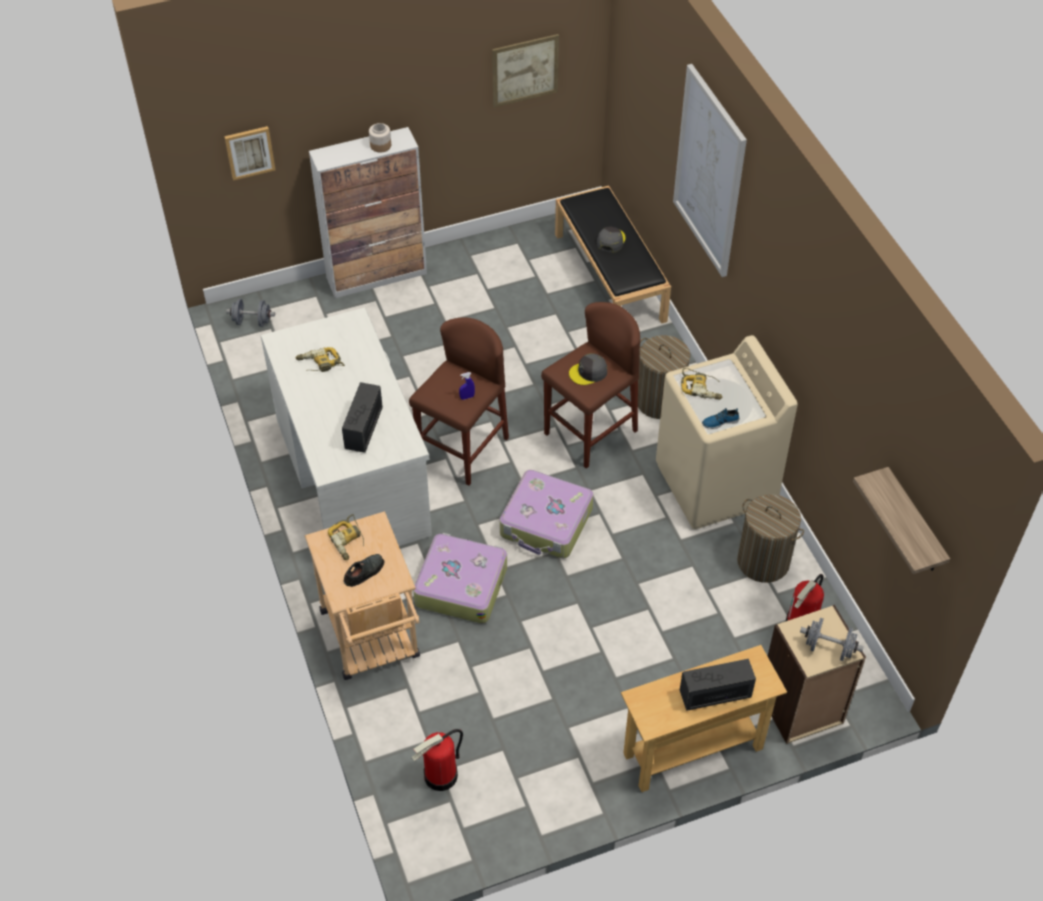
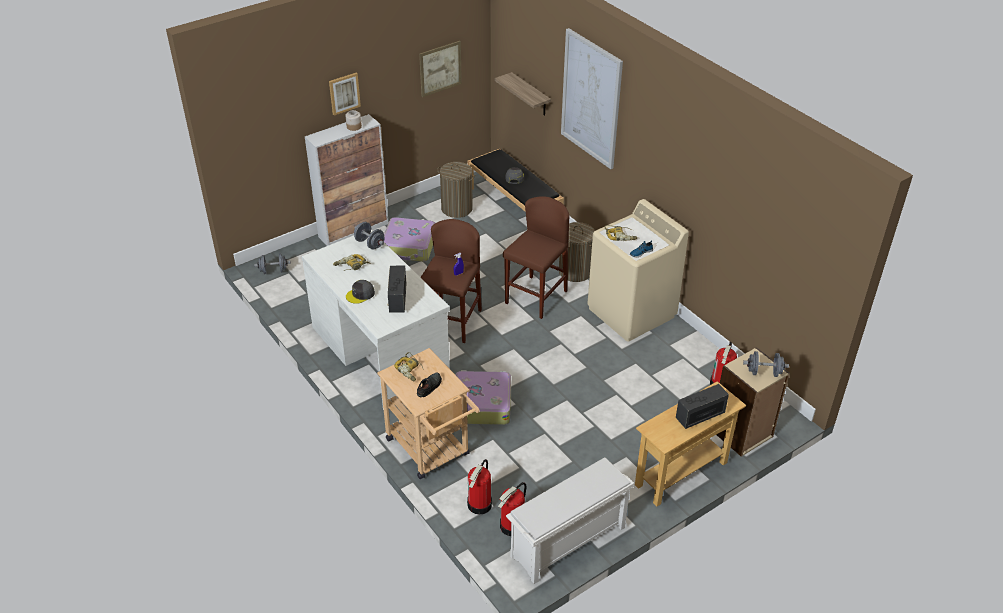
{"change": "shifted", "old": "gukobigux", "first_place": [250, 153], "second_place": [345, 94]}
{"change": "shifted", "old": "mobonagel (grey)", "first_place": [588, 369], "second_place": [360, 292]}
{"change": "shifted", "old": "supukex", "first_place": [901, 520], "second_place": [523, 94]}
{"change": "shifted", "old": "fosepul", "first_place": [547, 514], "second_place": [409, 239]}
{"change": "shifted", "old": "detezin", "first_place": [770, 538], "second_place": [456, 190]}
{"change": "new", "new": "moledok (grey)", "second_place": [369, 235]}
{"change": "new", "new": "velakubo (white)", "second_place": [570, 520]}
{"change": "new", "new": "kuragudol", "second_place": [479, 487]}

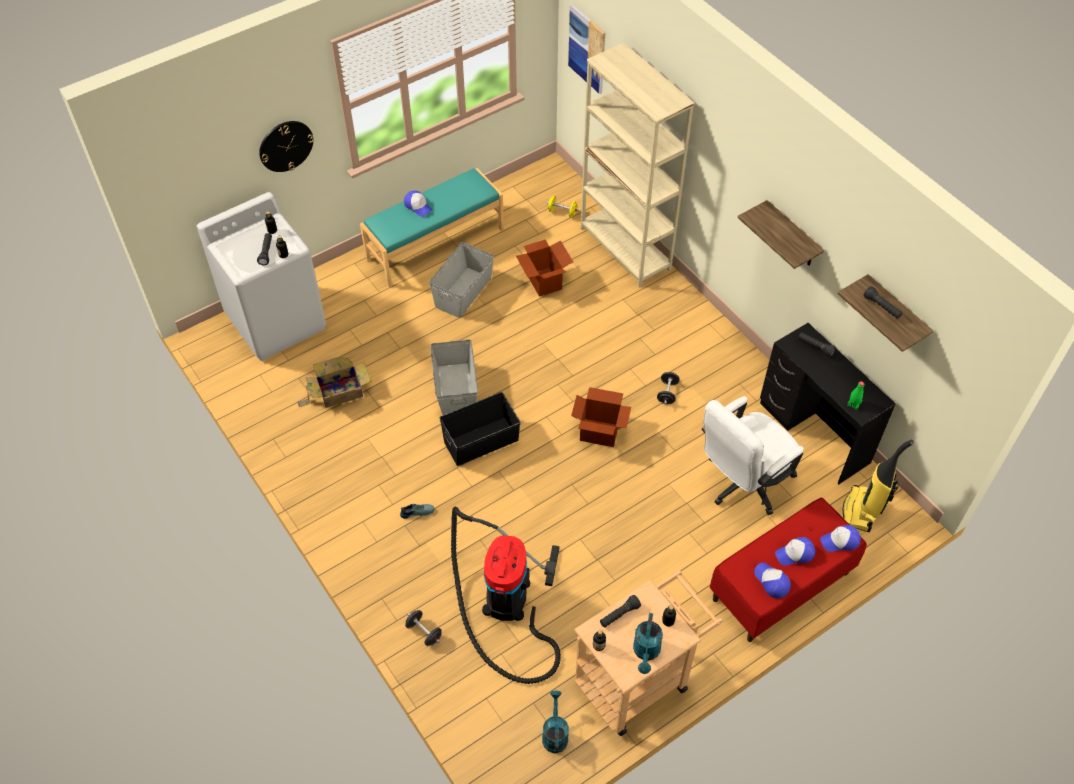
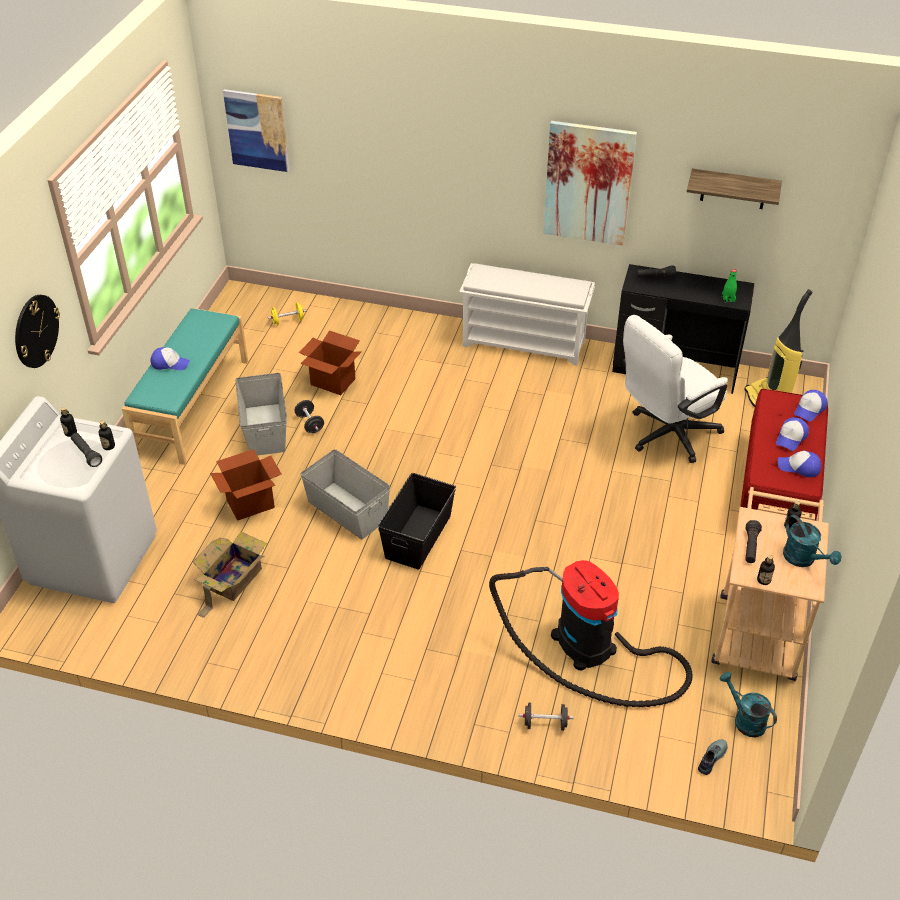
{"change": "gone", "old": "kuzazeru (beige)", "first_place": [637, 165]}
{"change": "swapped", "old": "supukex", "new": "gukobigux", "first_place": [781, 234], "second_place": [590, 183]}
{"change": "gone", "old": "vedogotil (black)", "first_place": [883, 302]}
{"change": "shifted", "old": "moledok (black)", "first_place": [668, 388], "second_place": [309, 416]}
{"change": "shifted", "old": "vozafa", "first_place": [601, 417], "second_place": [245, 485]}
{"change": "rotated", "old": "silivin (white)", "first_place": [753, 455], "second_place": [675, 389], "degrees": 45}
{"change": "shifted", "old": "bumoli", "first_place": [417, 511], "second_place": [712, 757]}
{"change": "new", "new": "velakubo (white)", "second_place": [527, 314]}

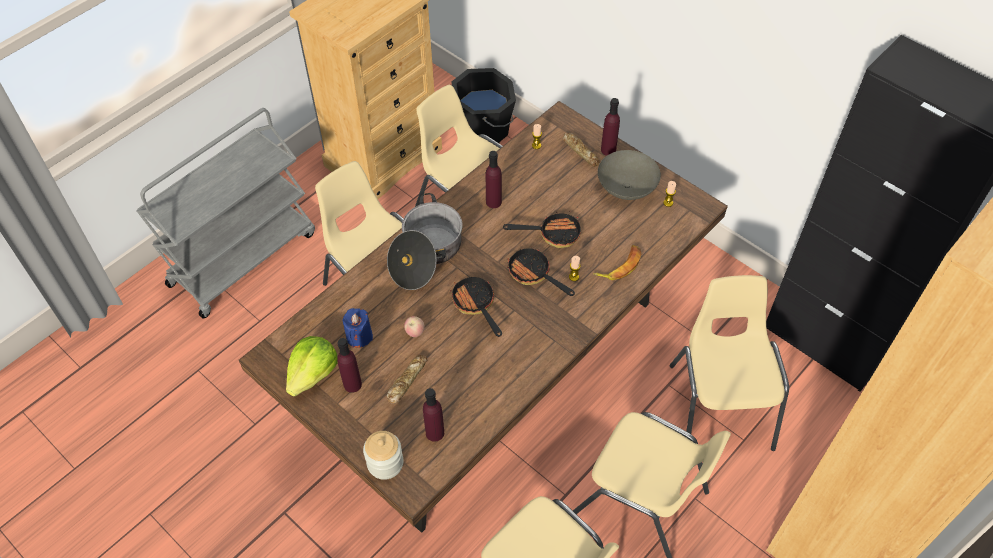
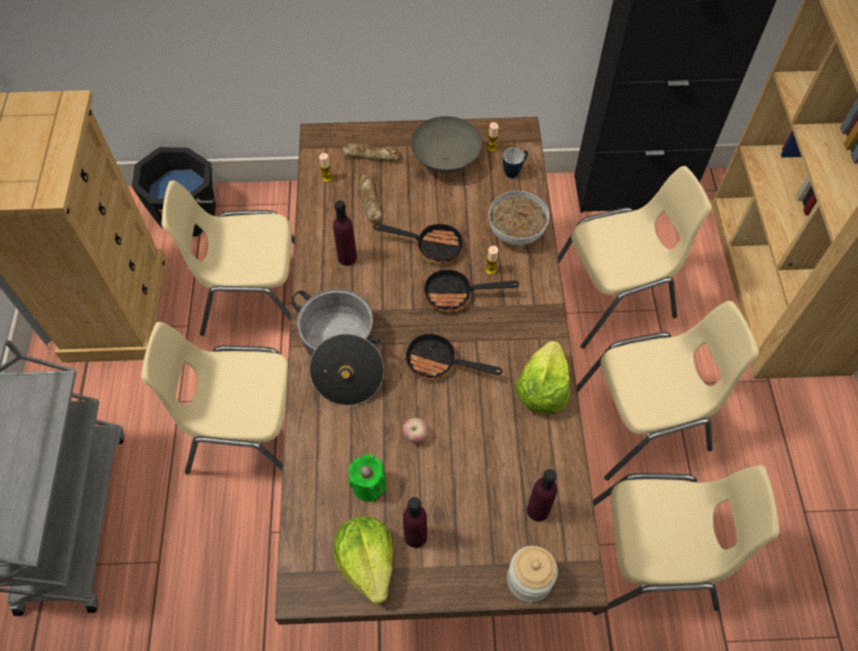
{"change": "gone", "old": "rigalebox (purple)", "first_place": [610, 127]}
{"change": "rotated", "old": "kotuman", "first_place": [542, 229], "second_place": [418, 243], "degrees": 60}
{"change": "swapped", "old": "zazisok", "new": "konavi", "first_place": [617, 262], "second_place": [519, 218]}
{"change": "rotated", "old": "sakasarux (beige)", "first_place": [729, 363], "second_place": [635, 257], "degrees": 120}
{"change": "repainted", "old": "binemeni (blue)", "new": "binemeni (green)", "first_place": [358, 328], "second_place": [367, 478]}
{"change": "shifted", "old": "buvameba", "first_place": [407, 379], "second_place": [370, 197]}
{"change": "new", "new": "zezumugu", "second_place": [515, 163]}
{"change": "new", "new": "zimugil", "second_place": [542, 377]}

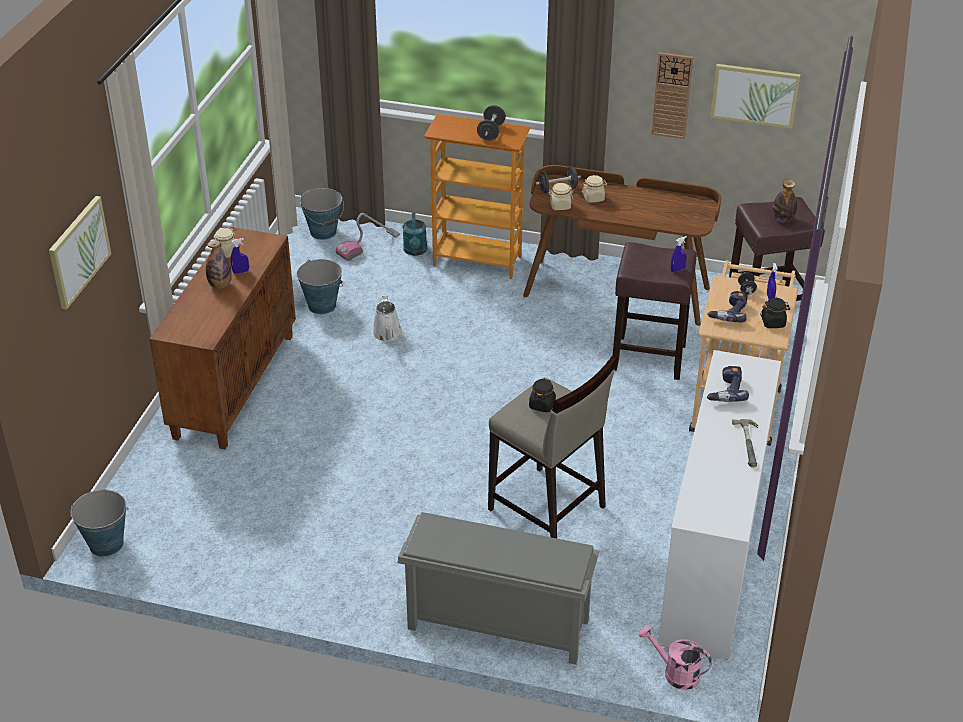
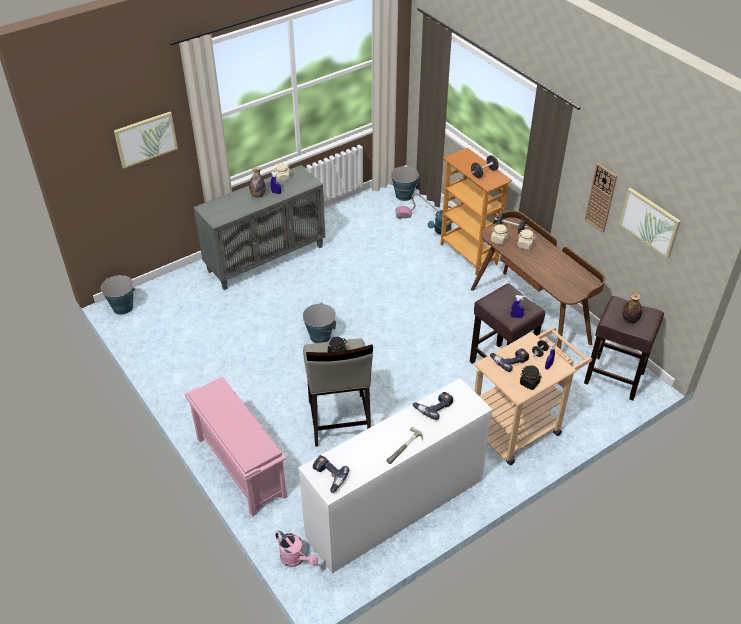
{"change": "repainted", "old": "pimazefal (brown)", "new": "pimazefal (grey)", "first_place": [222, 338], "second_place": [259, 227]}
{"change": "shifted", "old": "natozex", "first_place": [320, 286], "second_place": [319, 323]}
{"change": "gone", "old": "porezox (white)", "first_place": [387, 319]}
{"change": "repainted", "old": "velakubo (grey)", "new": "velakubo (pink)", "first_place": [498, 588], "second_place": [236, 447]}
{"change": "rotated", "old": "porezox (pink)", "first_place": [675, 657], "second_place": [296, 549], "degrees": 150}
{"change": "new", "new": "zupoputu", "second_place": [331, 474]}

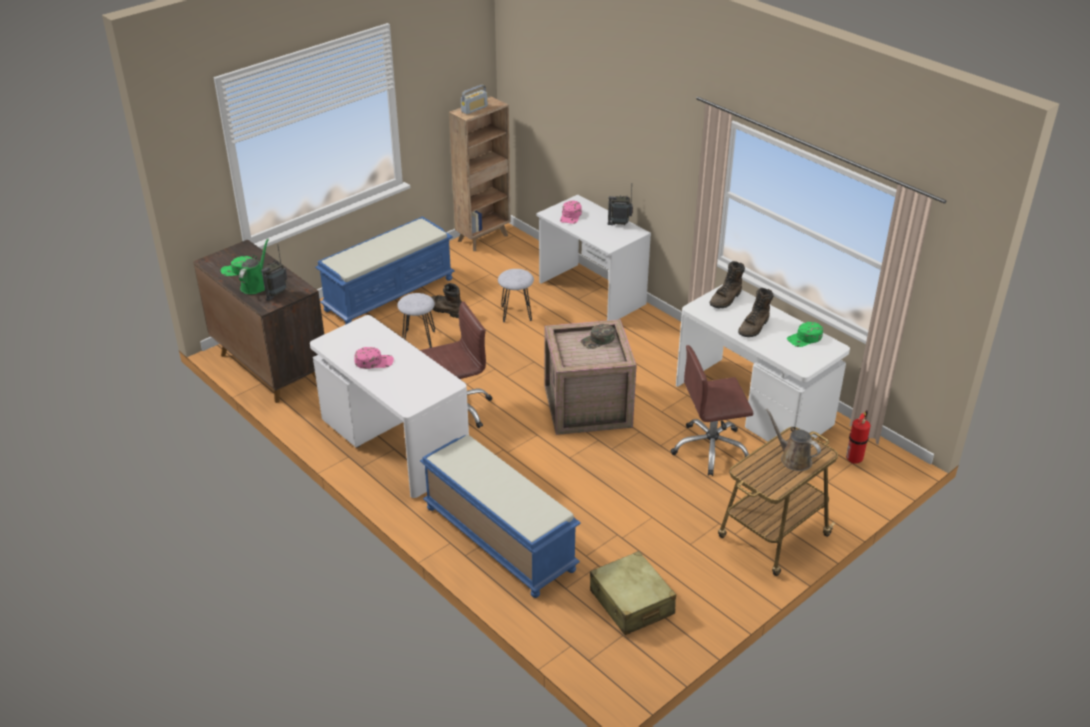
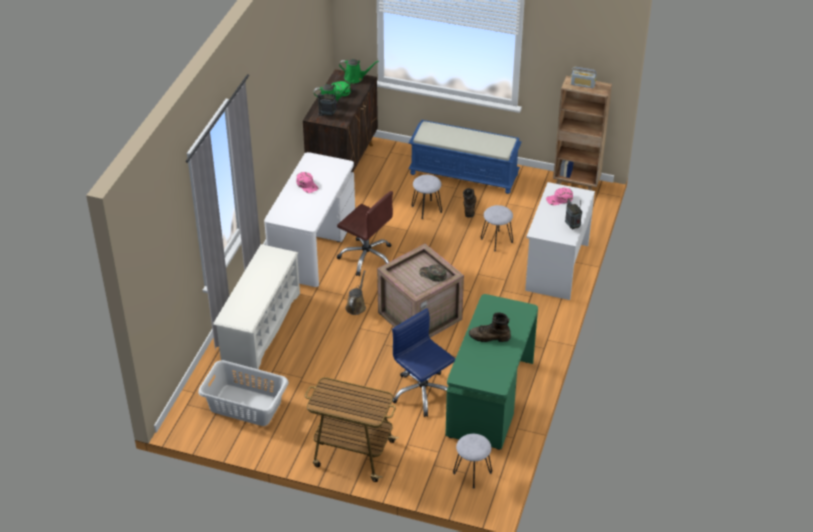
{"change": "gone", "old": "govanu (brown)", "first_place": [727, 284]}
{"change": "repainted", "old": "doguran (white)", "new": "doguran (green)", "first_place": [763, 362], "second_place": [491, 372]}
{"change": "gone", "old": "mobonagel (green)", "first_place": [805, 334]}
{"change": "repainted", "old": "silivin (brown)", "new": "silivin (blue)", "first_place": [712, 410], "second_place": [423, 362]}
{"change": "shifted", "old": "porezox (brown)", "first_place": [793, 440], "second_place": [356, 292]}
{"change": "swapped", "old": "kuragudol", "new": "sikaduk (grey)", "first_place": [858, 437], "second_place": [472, 461]}
{"change": "swapped", "old": "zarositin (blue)", "new": "velakubo (white)", "first_place": [500, 516], "second_place": [256, 306]}
{"change": "swapped", "old": "fosepul (beige)", "new": "detezin (grey)", "first_place": [633, 593], "second_place": [243, 393]}
{"change": "new", "new": "porezox (green)", "second_place": [359, 71]}

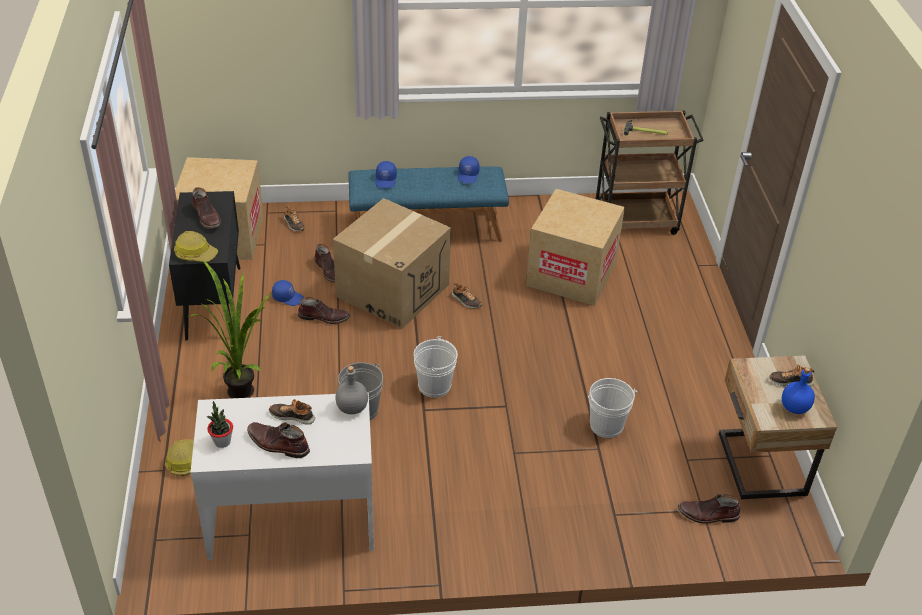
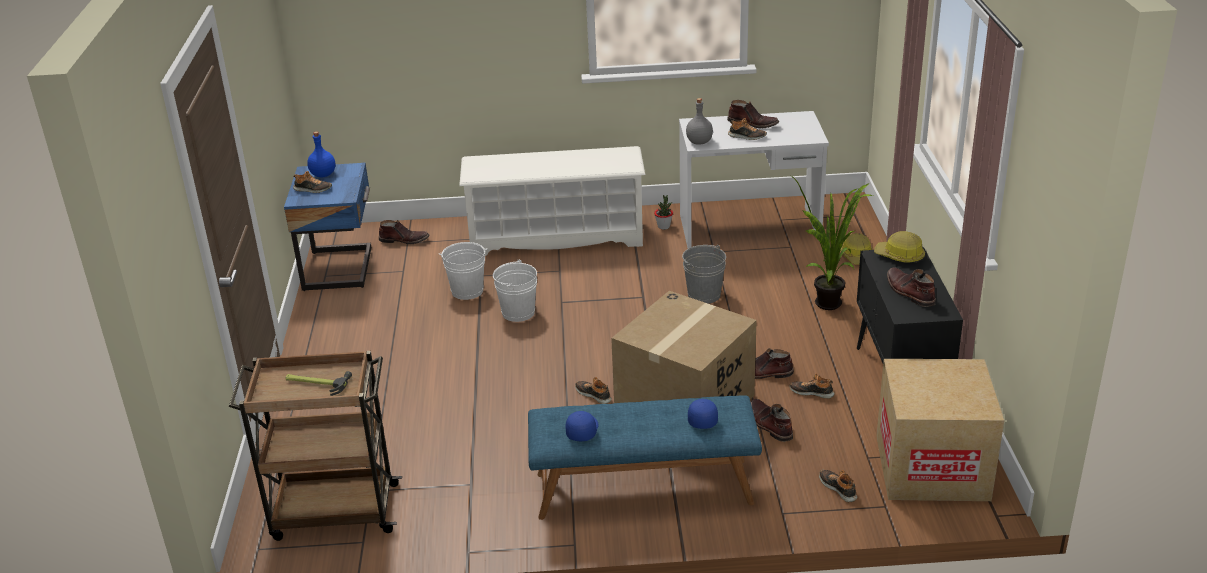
{"change": "gone", "old": "vozafa", "first_place": [575, 247]}
{"change": "swapped", "old": "mobonagel (blue)", "new": "bumoli", "first_place": [288, 293], "second_place": [812, 386]}
{"change": "shifted", "old": "natozex (white)", "first_place": [436, 367], "second_place": [515, 291]}
{"change": "repainted", "old": "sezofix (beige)", "new": "sezofix (blue)", "first_place": [778, 428], "second_place": [327, 227]}
{"change": "shifted", "old": "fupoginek", "first_place": [219, 424], "second_place": [663, 212]}
{"change": "new", "new": "velakubo (white)", "second_place": [552, 201]}

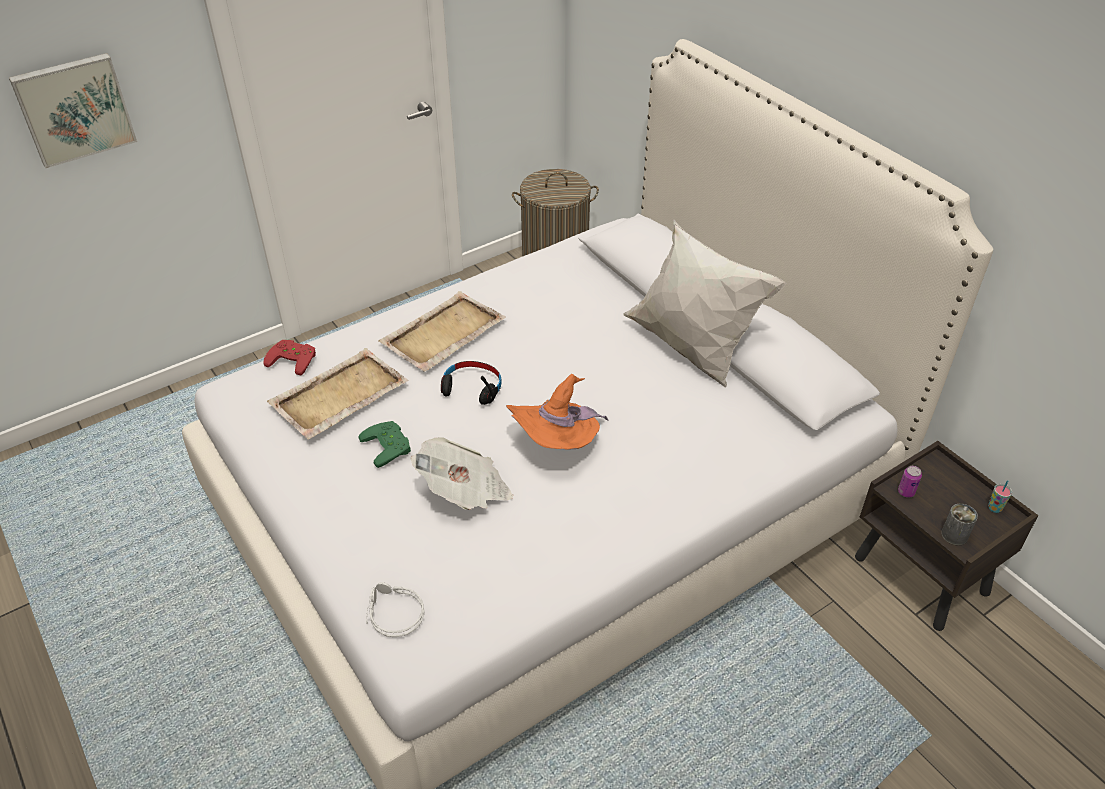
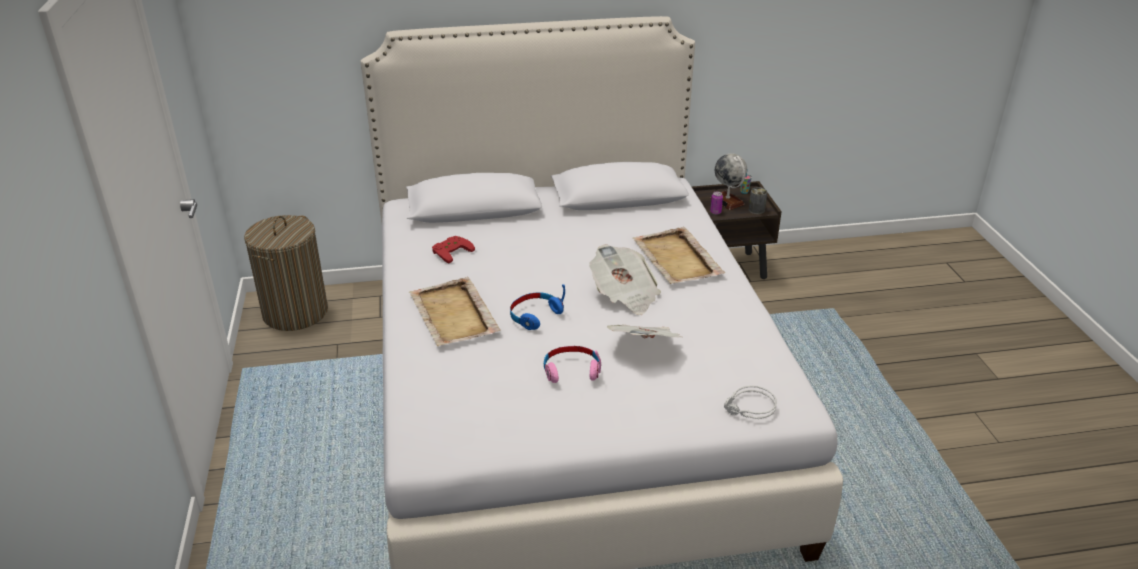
{"change": "gone", "old": "gukobigux", "first_place": [73, 110]}
{"change": "gone", "old": "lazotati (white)", "first_place": [705, 304]}
{"change": "shifted", "old": "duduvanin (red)", "first_place": [289, 357], "second_place": [453, 249]}
{"change": "shifted", "old": "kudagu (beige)", "first_place": [337, 393], "second_place": [678, 255]}
{"change": "repainted", "old": "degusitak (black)", "new": "degusitak (blue)", "first_place": [471, 383], "second_place": [537, 307]}
{"change": "swapped", "old": "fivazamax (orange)", "new": "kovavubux", "first_place": [557, 412], "second_place": [625, 279]}
{"change": "swapped", "old": "duduvanin (green)", "new": "degusitak (pink)", "first_place": [384, 444], "second_place": [572, 364]}
{"change": "new", "new": "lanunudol", "second_place": [728, 181]}

